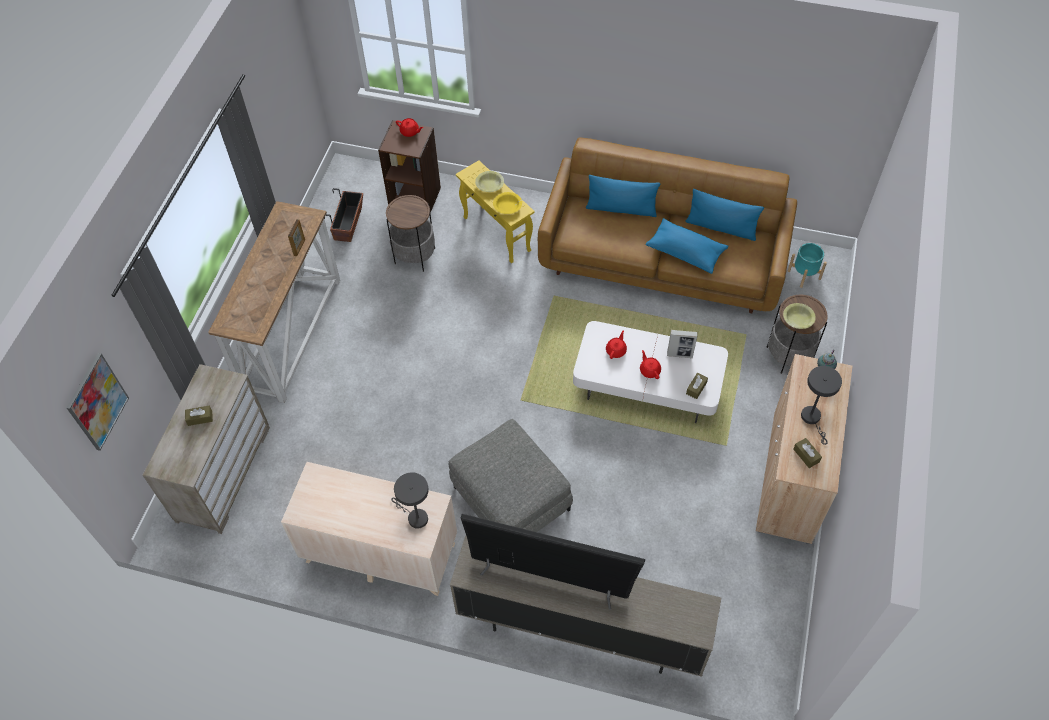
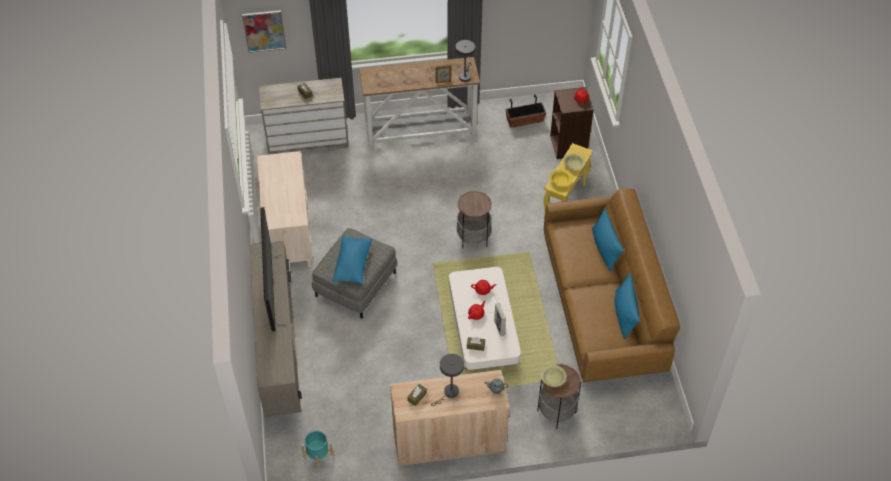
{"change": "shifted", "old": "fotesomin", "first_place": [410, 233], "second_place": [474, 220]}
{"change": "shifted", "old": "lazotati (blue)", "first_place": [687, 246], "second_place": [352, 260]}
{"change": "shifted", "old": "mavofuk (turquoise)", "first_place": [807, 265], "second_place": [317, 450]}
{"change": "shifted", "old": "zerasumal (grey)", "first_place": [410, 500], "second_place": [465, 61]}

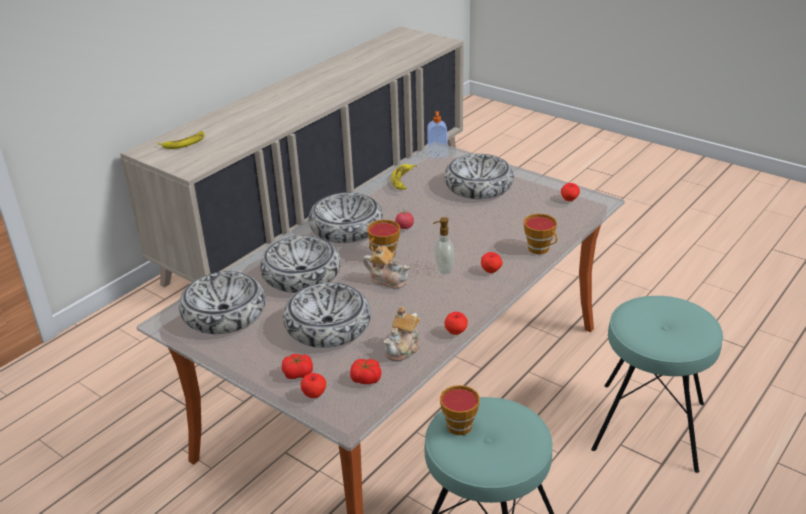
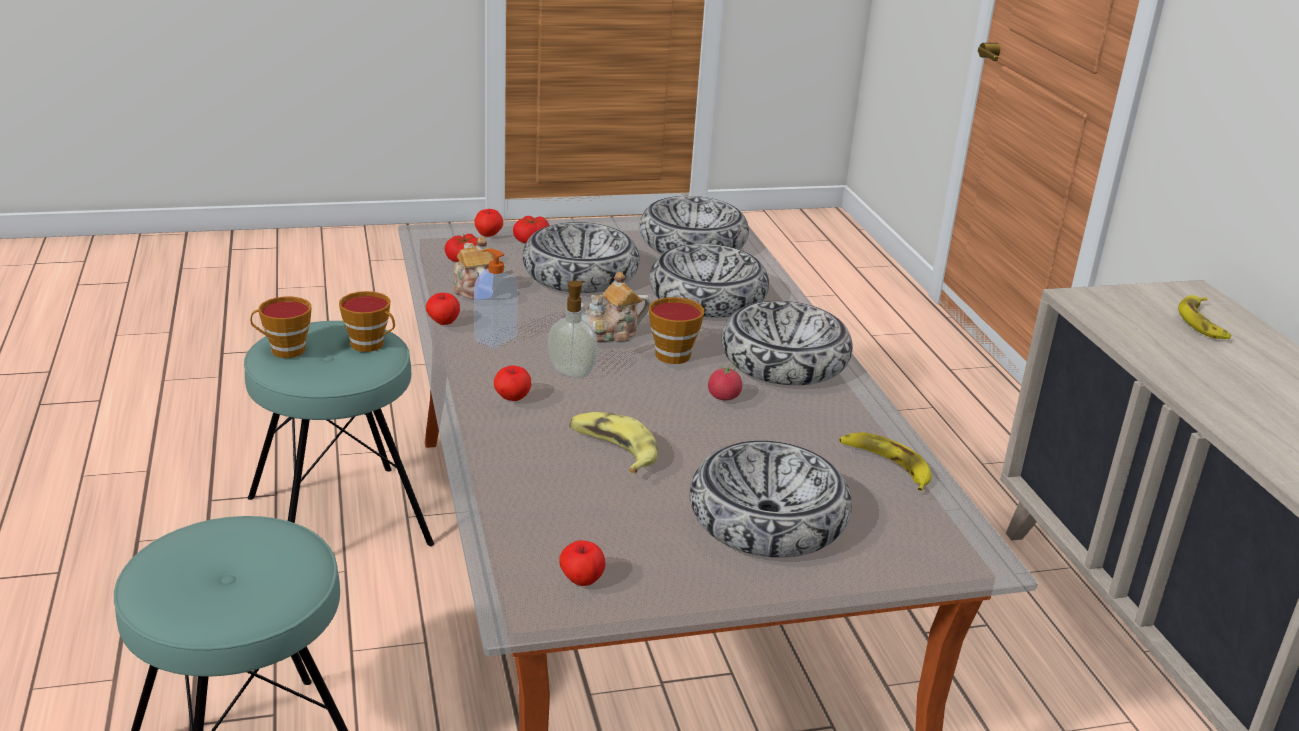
{"change": "shifted", "old": "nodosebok", "first_place": [437, 135], "second_place": [496, 298]}
{"change": "shifted", "old": "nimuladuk", "first_place": [540, 234], "second_place": [280, 327]}
{"change": "new", "new": "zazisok", "second_place": [613, 443]}

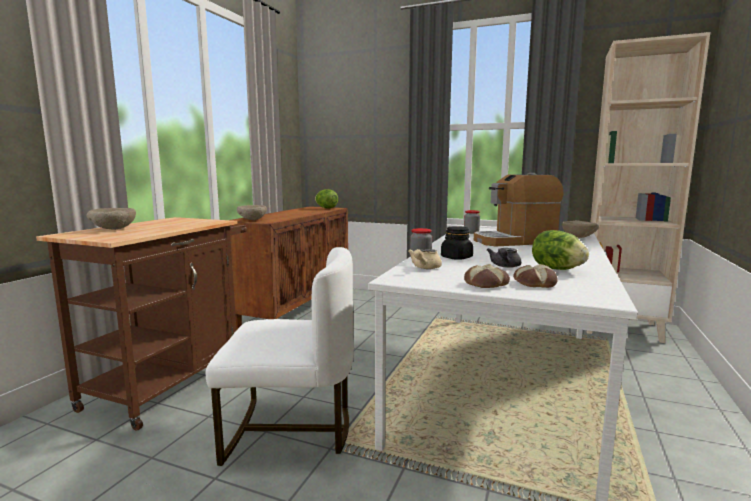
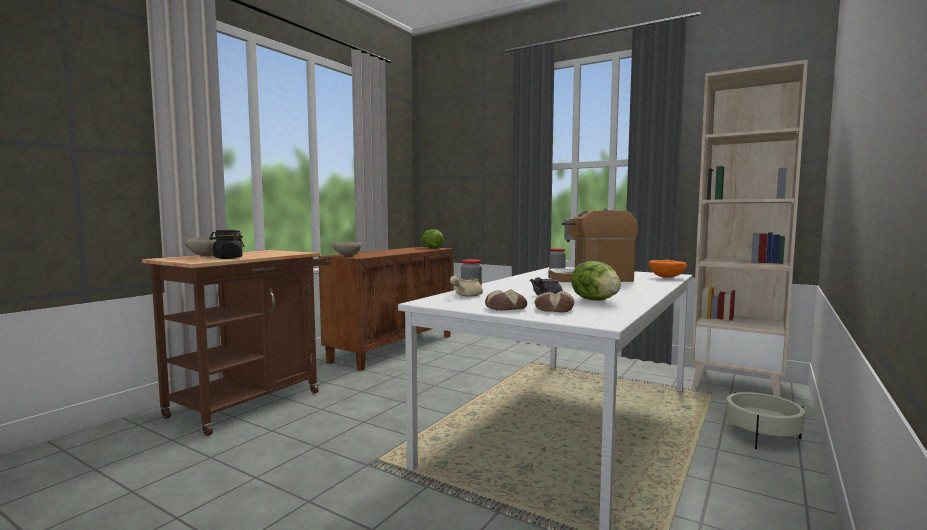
{"change": "repainted", "old": "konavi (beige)", "new": "konavi (orange)", "first_place": [580, 229], "second_place": [668, 269]}
{"change": "shifted", "old": "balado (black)", "first_place": [457, 243], "second_place": [227, 244]}
{"change": "gone", "old": "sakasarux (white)", "first_place": [280, 356]}
{"change": "new", "new": "mavofuk (beige)", "second_place": [765, 420]}

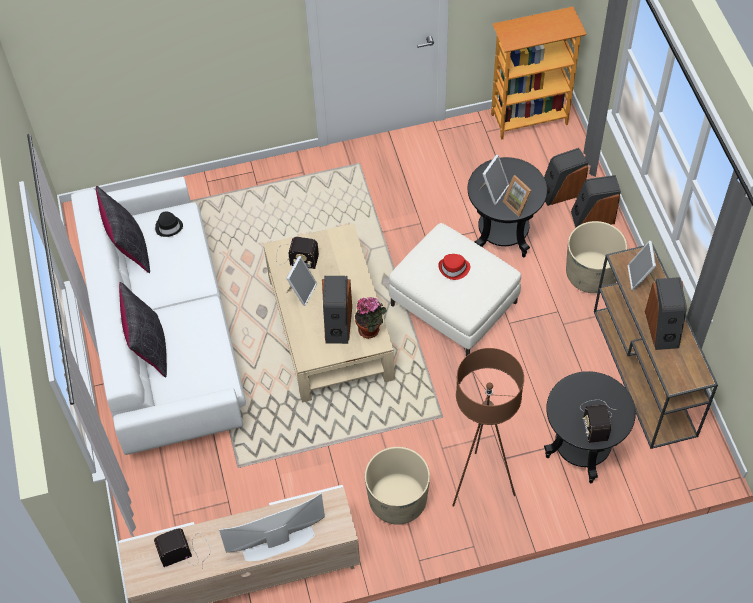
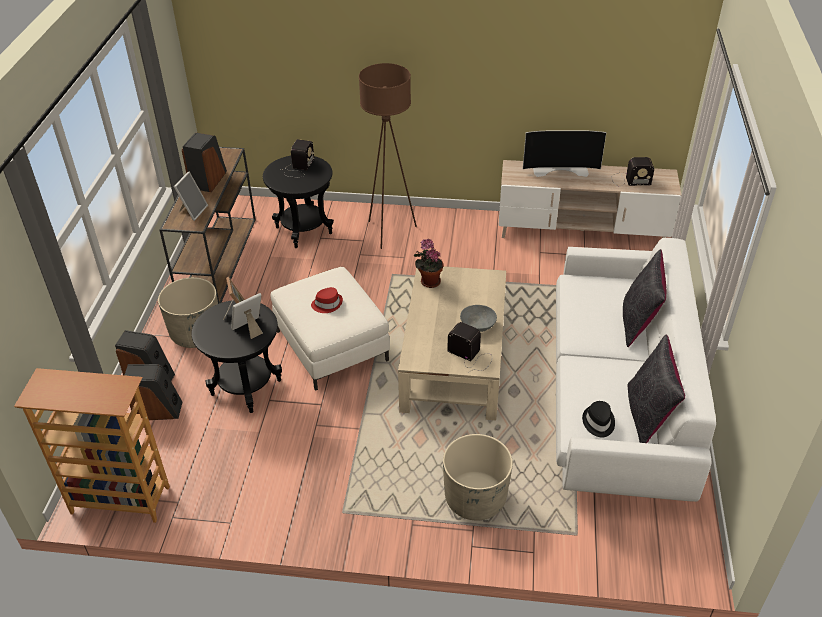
{"change": "swapped", "old": "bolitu", "new": "konavi (grey)", "first_place": [301, 281], "second_place": [478, 318]}
{"change": "gone", "old": "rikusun", "first_place": [337, 310]}
{"change": "shifted", "old": "mavofuk (beige)", "first_place": [397, 486], "second_place": [478, 477]}

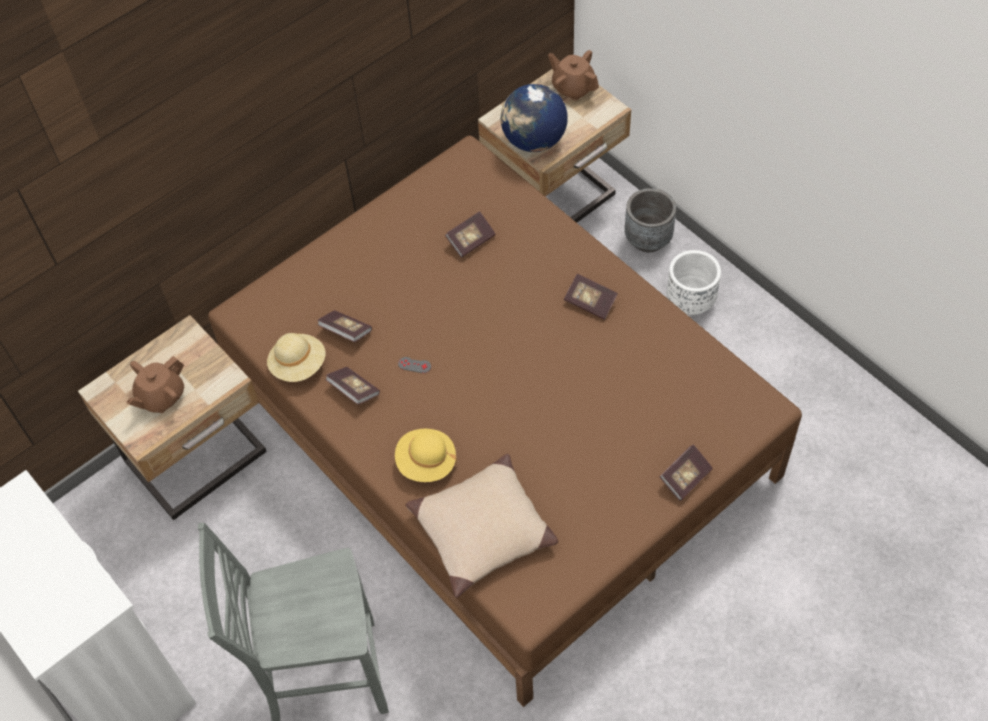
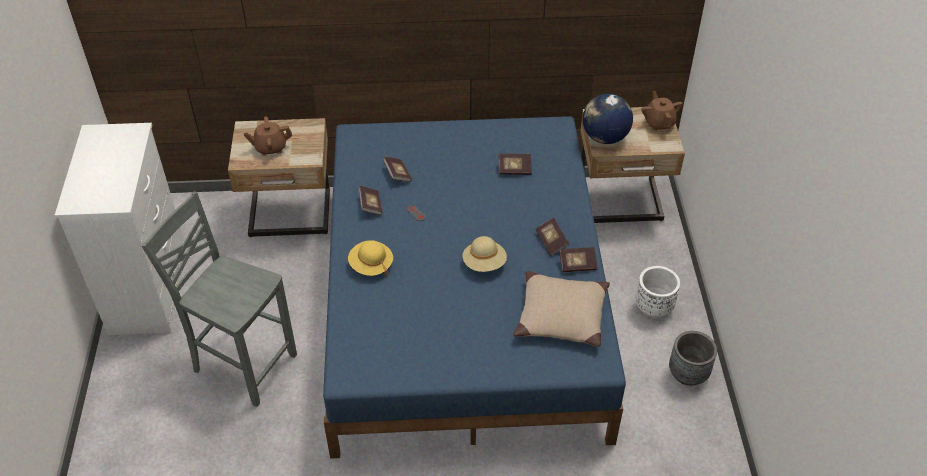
{"change": "repainted", "old": "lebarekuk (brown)", "new": "lebarekuk (blue)", "first_place": [505, 421], "second_place": [474, 287]}
{"change": "shifted", "old": "mavofuk (grey)", "first_place": [650, 220], "second_place": [693, 358]}
{"change": "shifted", "old": "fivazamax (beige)", "first_place": [296, 357], "second_place": [484, 254]}
{"change": "shifted", "old": "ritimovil", "first_place": [686, 472], "second_place": [578, 259]}
{"change": "shifted", "old": "lazotati (beige)", "first_place": [482, 526], "second_place": [561, 309]}

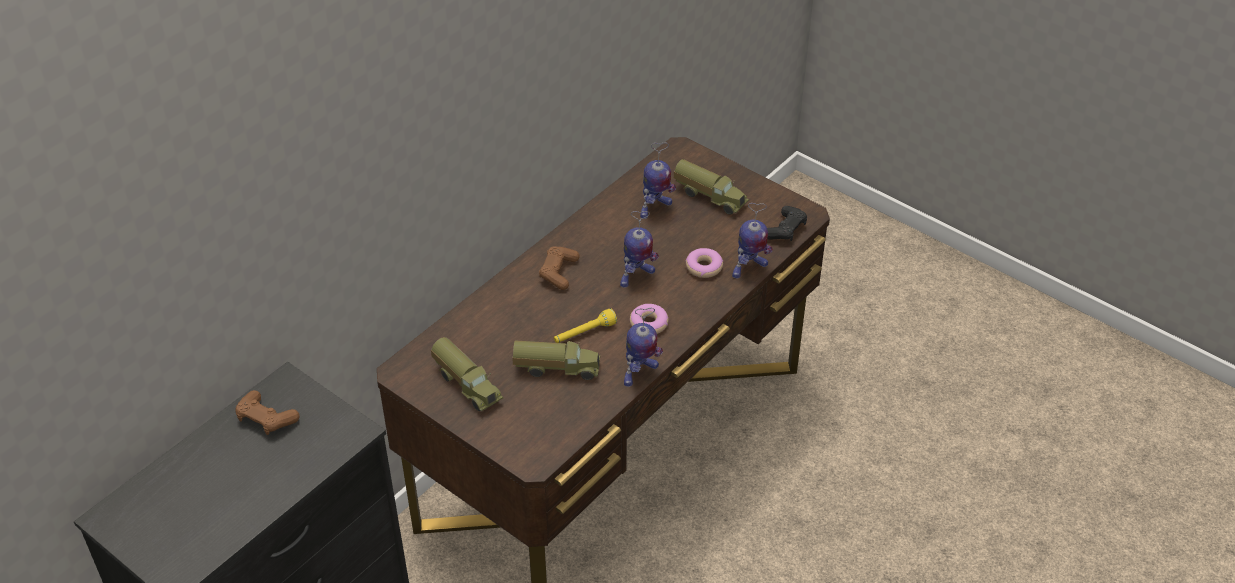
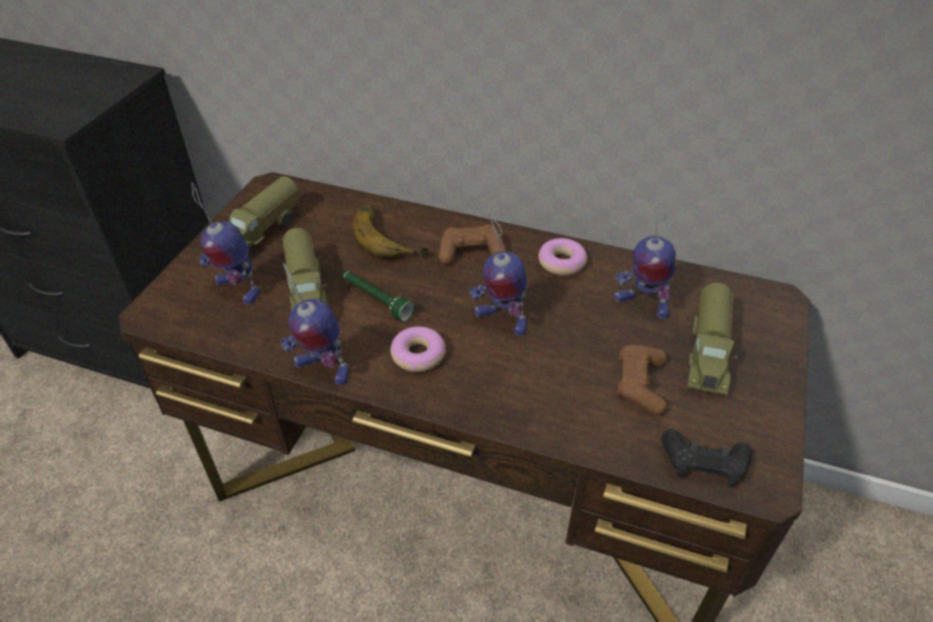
{"change": "shifted", "old": "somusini", "first_place": [752, 241], "second_place": [225, 243]}
{"change": "shifted", "old": "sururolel", "first_place": [704, 263], "second_place": [562, 257]}
{"change": "repainted", "old": "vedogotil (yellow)", "new": "vedogotil (green)", "first_place": [585, 325], "second_place": [378, 296]}
{"change": "shifted", "old": "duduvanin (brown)", "first_place": [267, 412], "second_place": [642, 380]}
{"change": "new", "new": "zazisok", "second_place": [391, 232]}

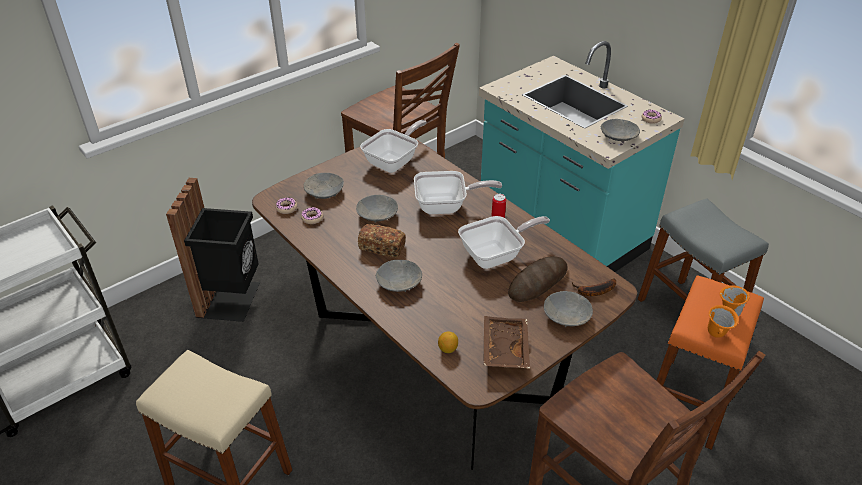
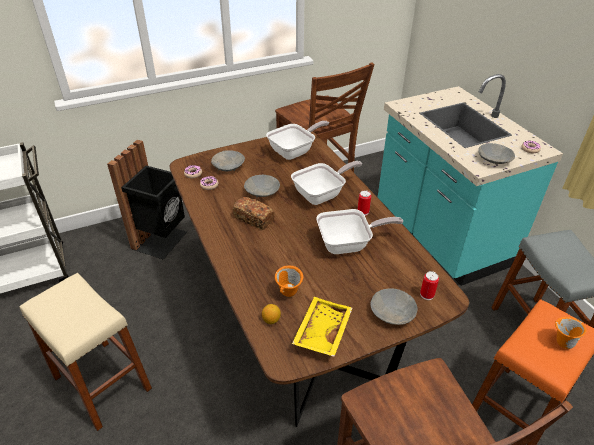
{"change": "rotated", "old": "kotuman", "first_place": [458, 192], "second_place": [326, 183], "degrees": -45}
{"change": "gone", "old": "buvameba", "first_place": [538, 279]}
{"change": "gone", "old": "konavi (grey)", "first_place": [399, 276]}
{"change": "swapped", "old": "zazisok", "new": "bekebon", "first_place": [594, 287], "second_place": [429, 285]}
{"change": "shifted", "old": "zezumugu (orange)", "first_place": [723, 321], "second_place": [289, 281]}
{"change": "repainted", "old": "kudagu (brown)", "new": "kudagu (yellow)", "first_place": [506, 342], "second_place": [322, 327]}

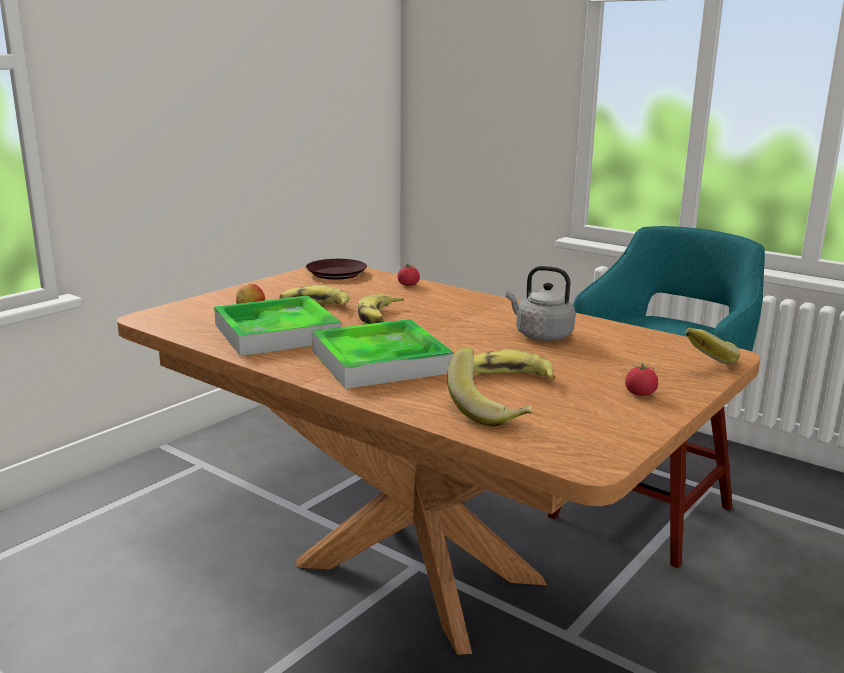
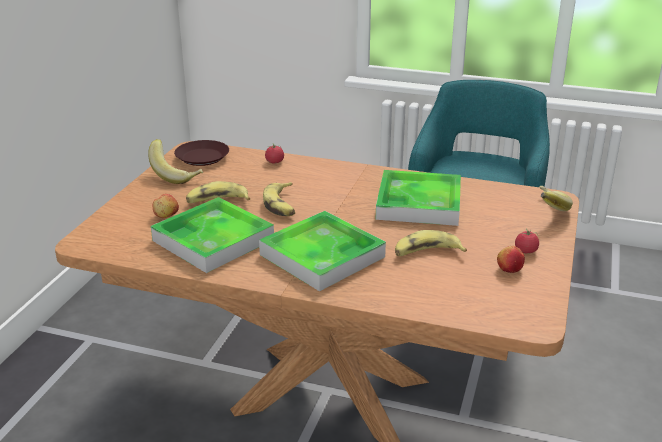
{"change": "swapped", "old": "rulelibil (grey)", "new": "kudagu", "first_place": [541, 303], "second_place": [418, 198]}
{"change": "shifted", "old": "zazisok", "first_place": [490, 386], "second_place": [175, 161]}
{"change": "new", "new": "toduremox", "second_place": [511, 259]}

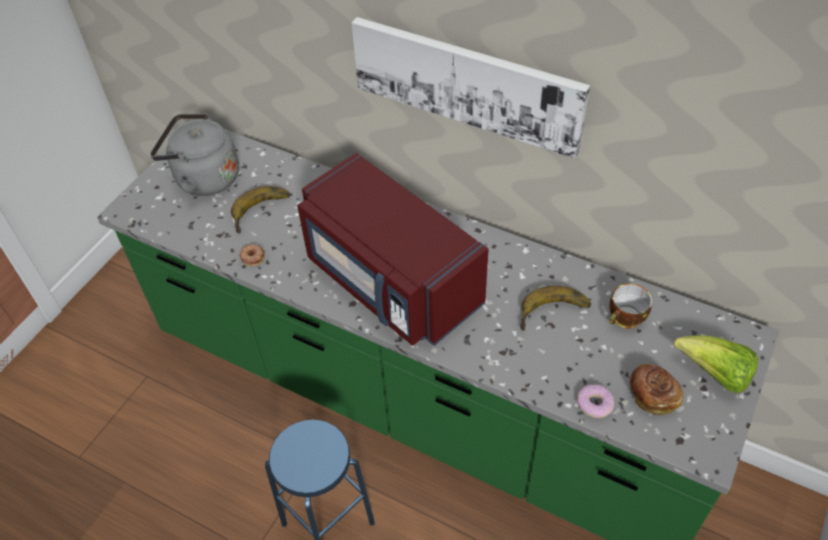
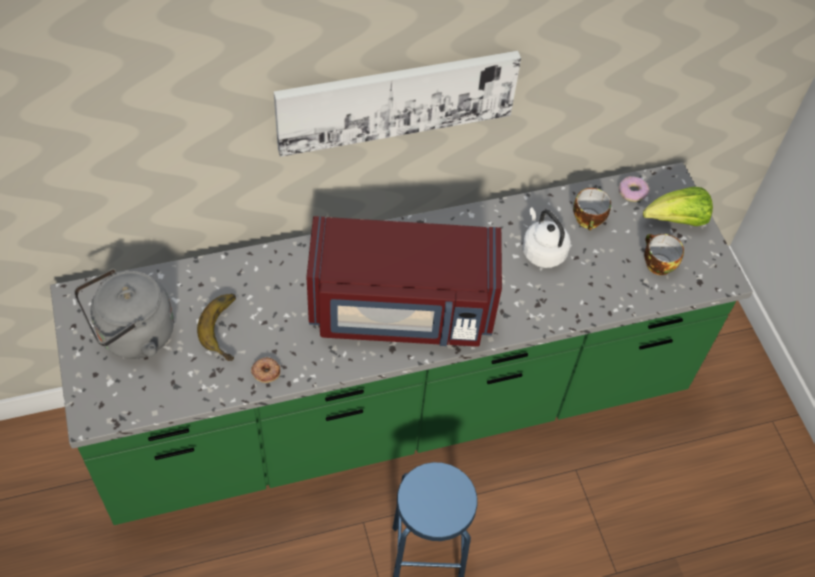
{"change": "swapped", "old": "zazisok", "new": "rulelibil (white)", "first_place": [555, 308], "second_place": [546, 237]}
{"change": "swapped", "old": "buvameba", "new": "nimuladuk", "first_place": [656, 389], "second_place": [664, 254]}
{"change": "shifted", "old": "sururolel", "first_place": [596, 401], "second_place": [634, 189]}

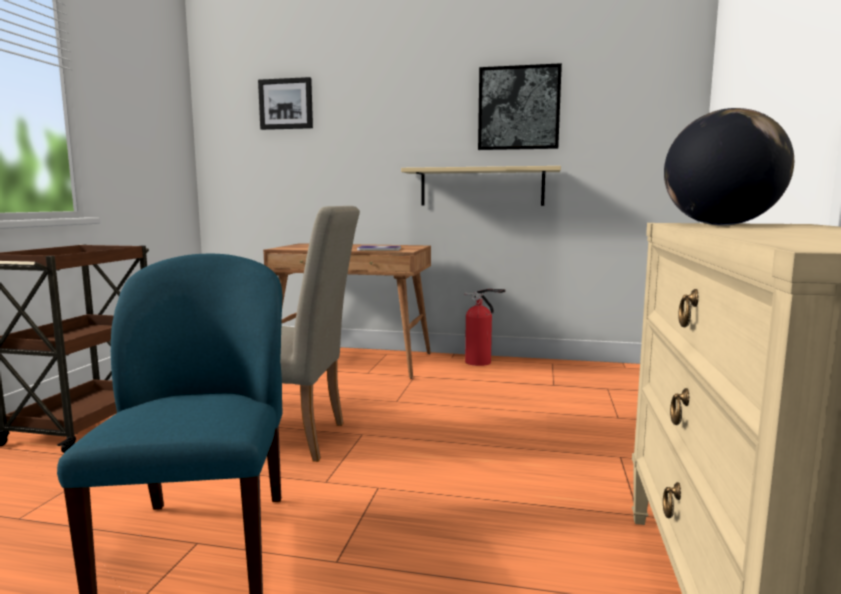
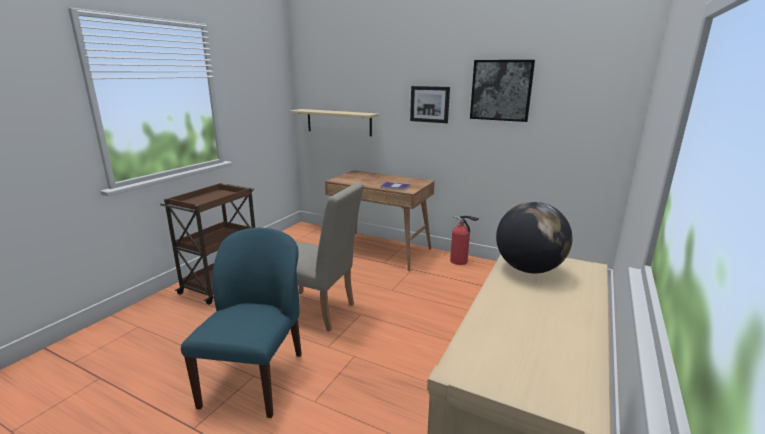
{"change": "shifted", "old": "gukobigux", "first_place": [285, 103], "second_place": [430, 104]}
{"change": "shifted", "old": "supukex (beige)", "first_place": [481, 186], "second_place": [334, 122]}

